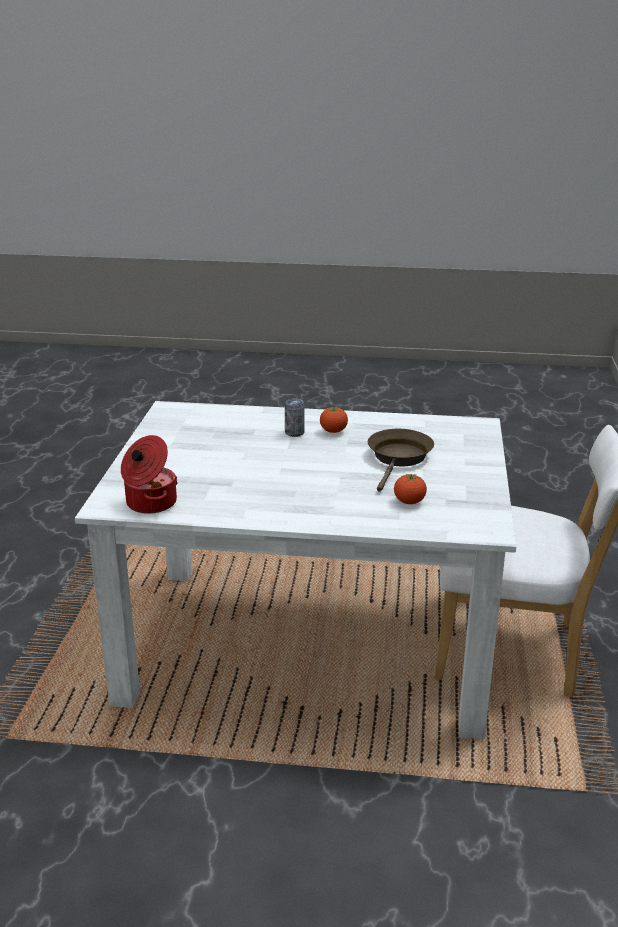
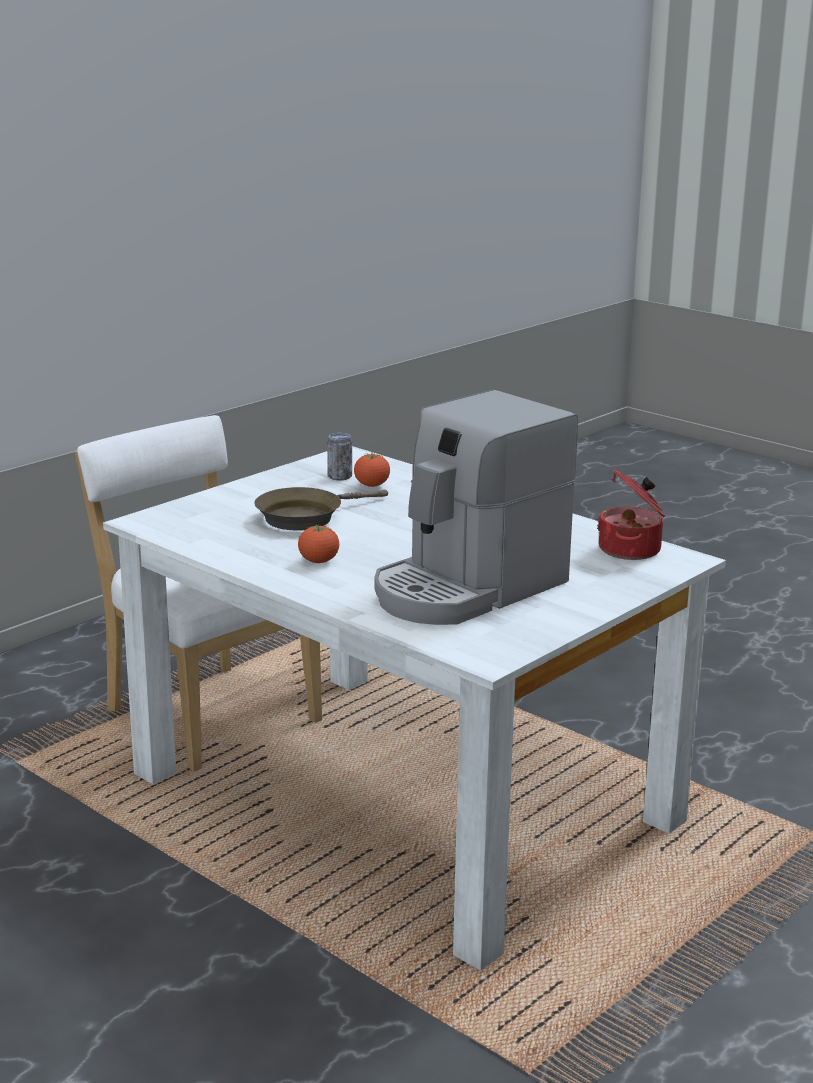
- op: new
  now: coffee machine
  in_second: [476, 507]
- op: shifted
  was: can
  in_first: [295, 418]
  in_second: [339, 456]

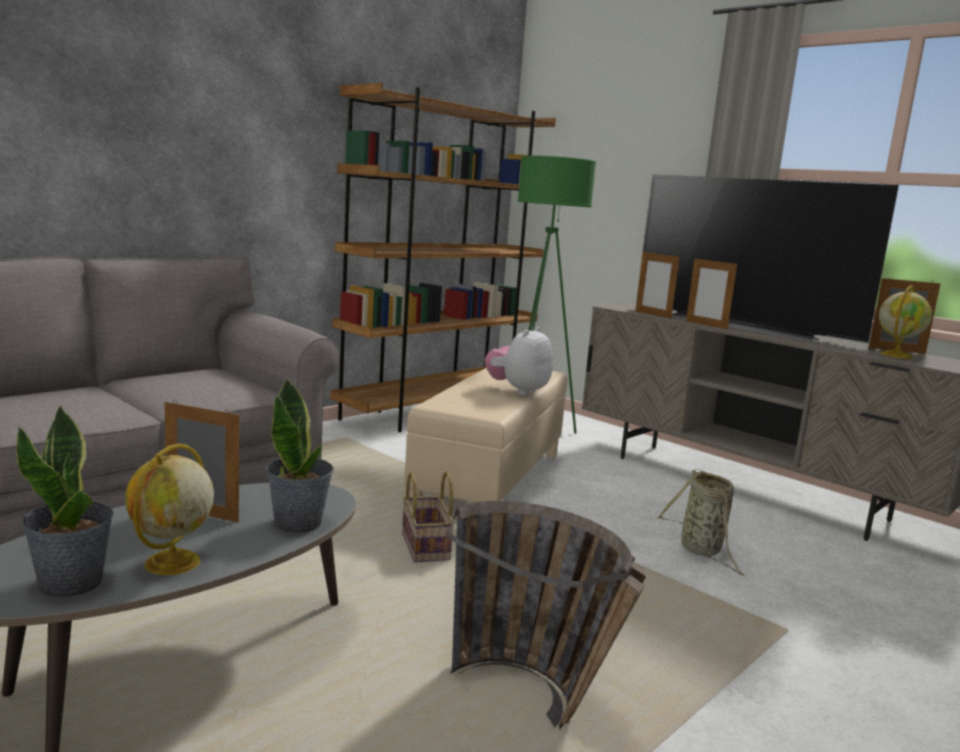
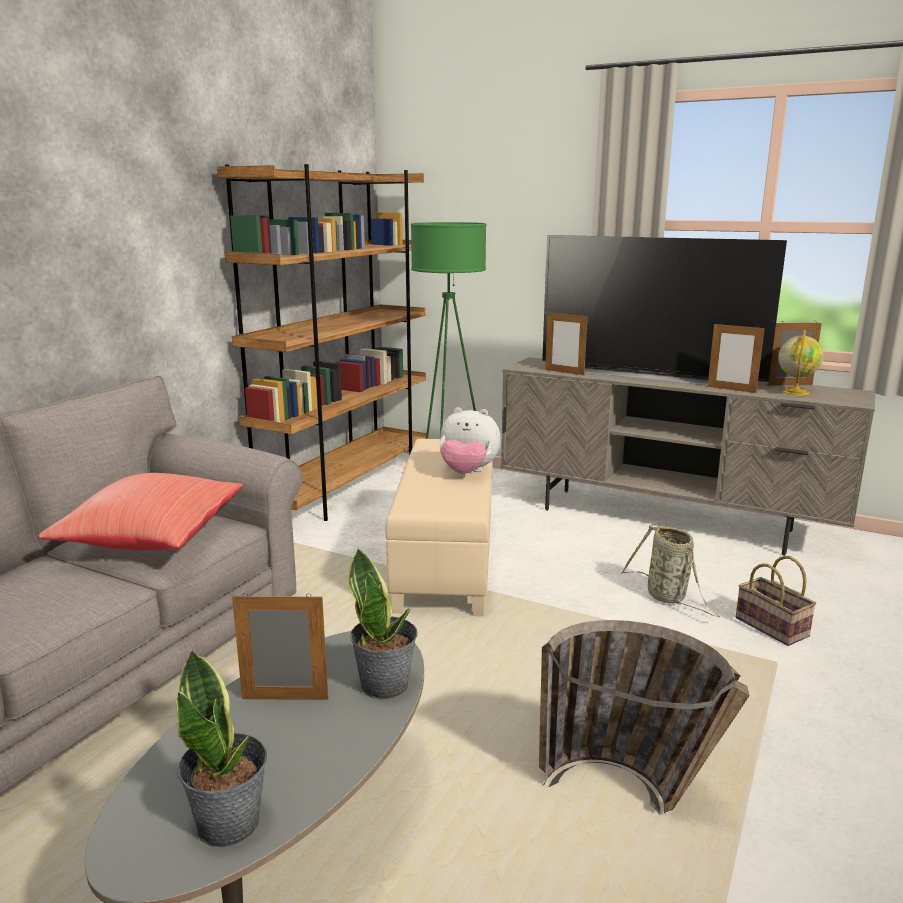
- op: gone
  was: globe
  in_first: [169, 509]
- op: new
  now: pillow in red
  in_second: [141, 511]
- op: shifted
  was: basket
  in_first: [428, 516]
  in_second: [776, 601]
- op: shifted
  was: picture frame
  in_first: [711, 293]
  in_second: [736, 357]
- op: rotated
  was: plush toy
  in_first: [519, 361]
  in_second: [470, 440]
  clockwise: -90

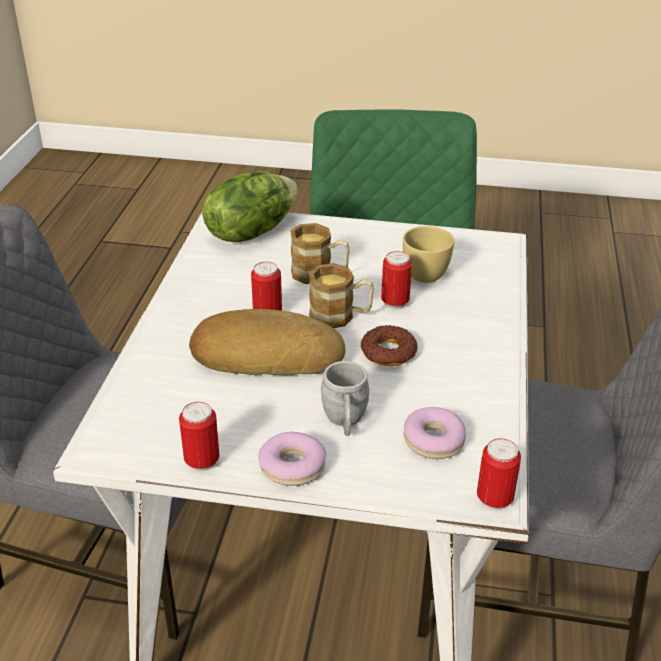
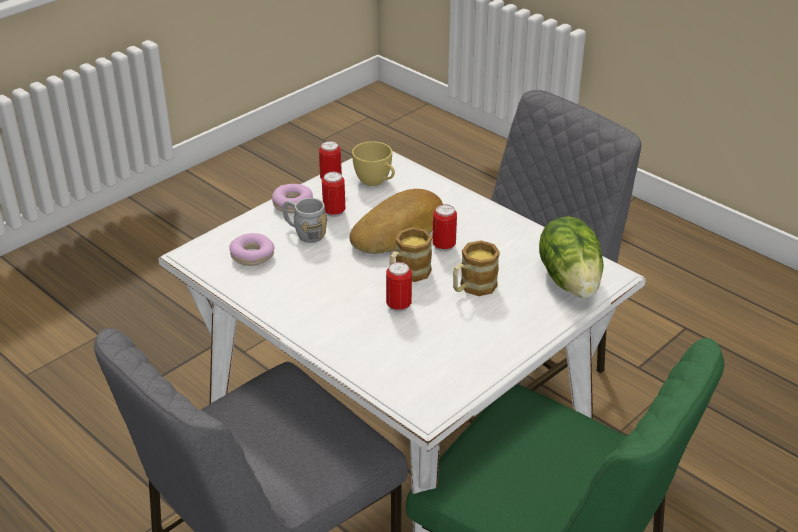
- op: gone
  was: donut
  in_first: [389, 345]
- op: shifted
  was: cup in yellow
  in_first: [428, 254]
  in_second: [373, 163]
- op: shifted
  was: can
  in_first: [499, 474]
  in_second: [333, 194]

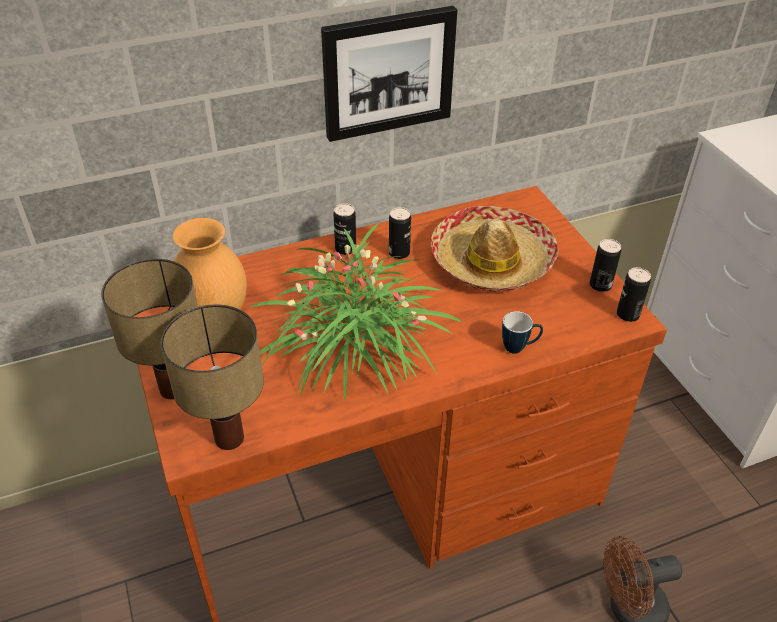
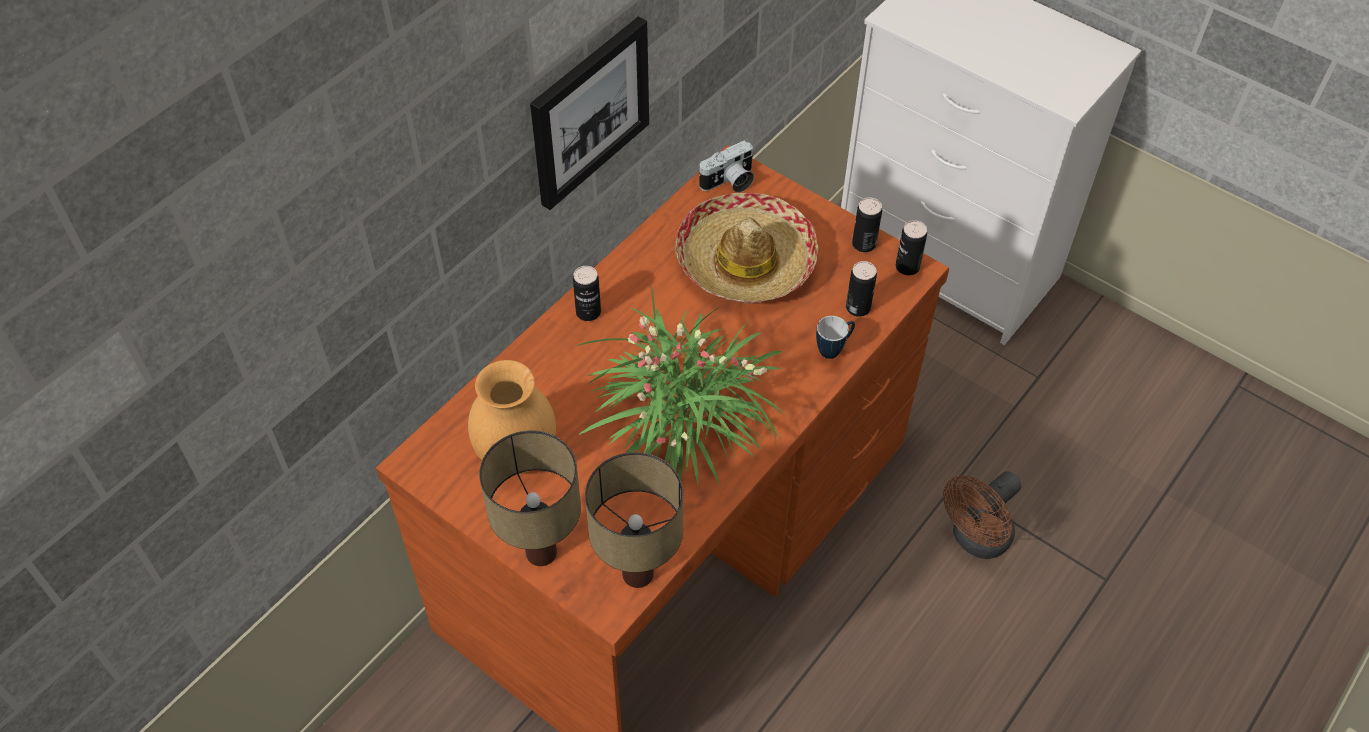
- op: new
  now: photo camera
  in_second: [726, 166]
- op: shifted
  was: can
  in_first: [400, 233]
  in_second: [861, 289]

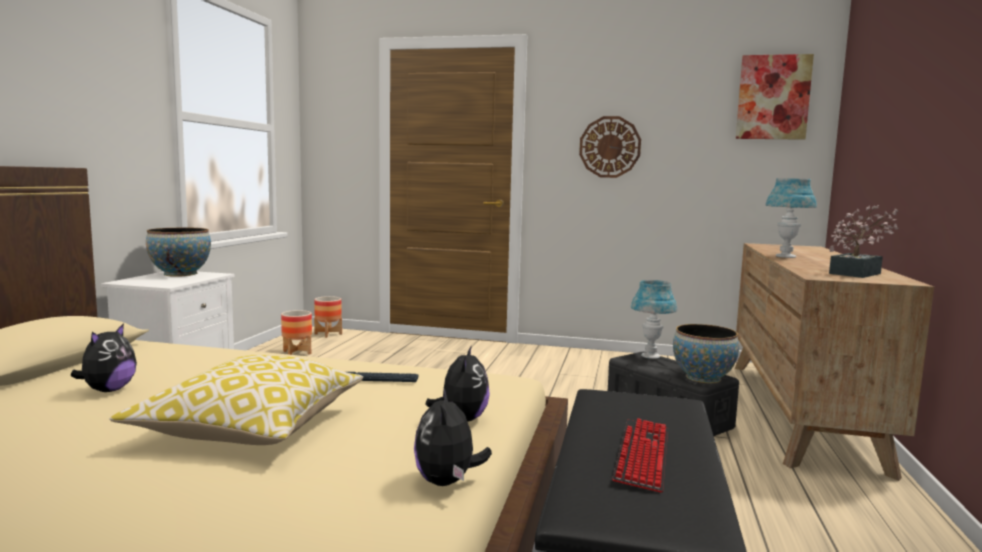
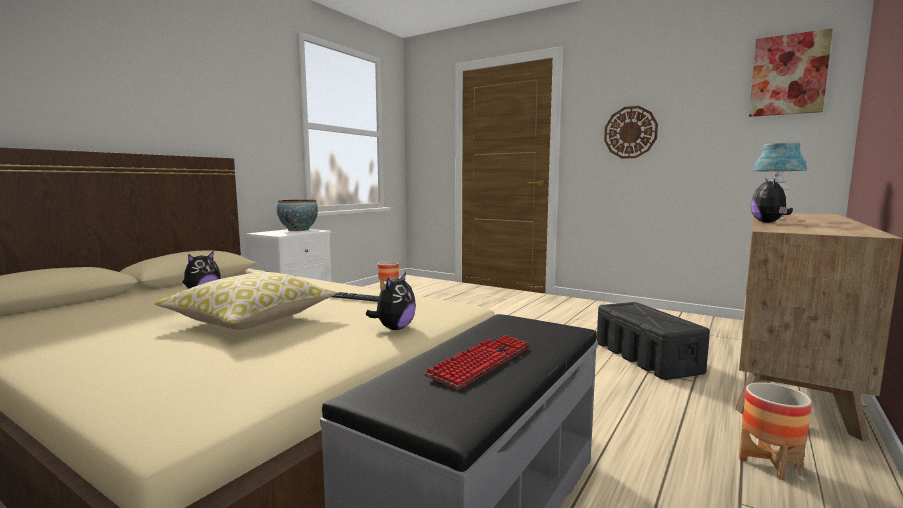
- op: gone
  was: table lamp in blue
  in_first: [654, 319]
- op: gone
  was: bowl
  in_first: [706, 353]
- op: gone
  was: potted plant
  in_first: [864, 241]
- op: shifted
  was: planter
  in_first: [328, 317]
  in_second: [775, 431]
- op: shifted
  was: plush toy
  in_first: [453, 437]
  in_second: [772, 201]

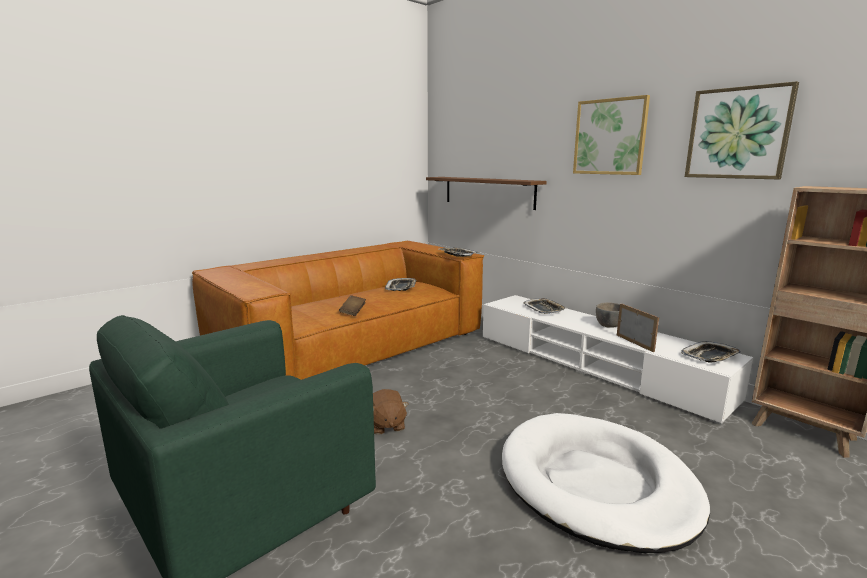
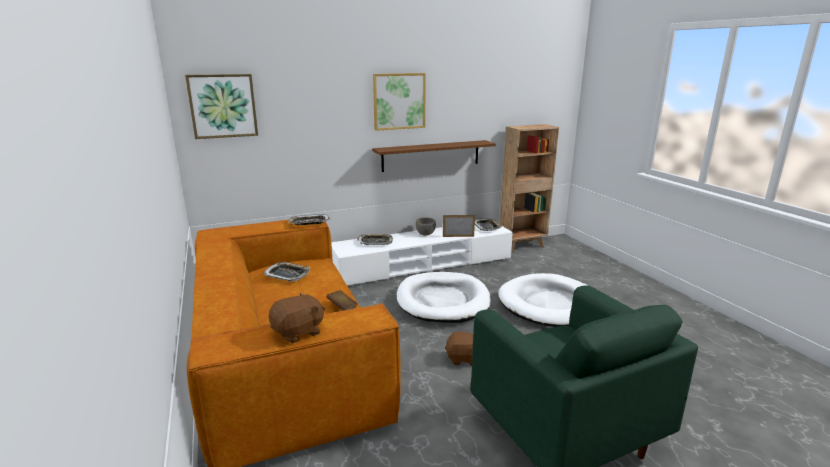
- op: new
  now: plush toy in brown
  in_second: [297, 317]
- op: new
  now: dog bed in white
  in_second: [444, 297]
- op: shifted
  was: shelf in brown
  in_first: [486, 193]
  in_second: [434, 156]
- op: shifted
  was: picture
  in_first: [742, 130]
  in_second: [221, 106]

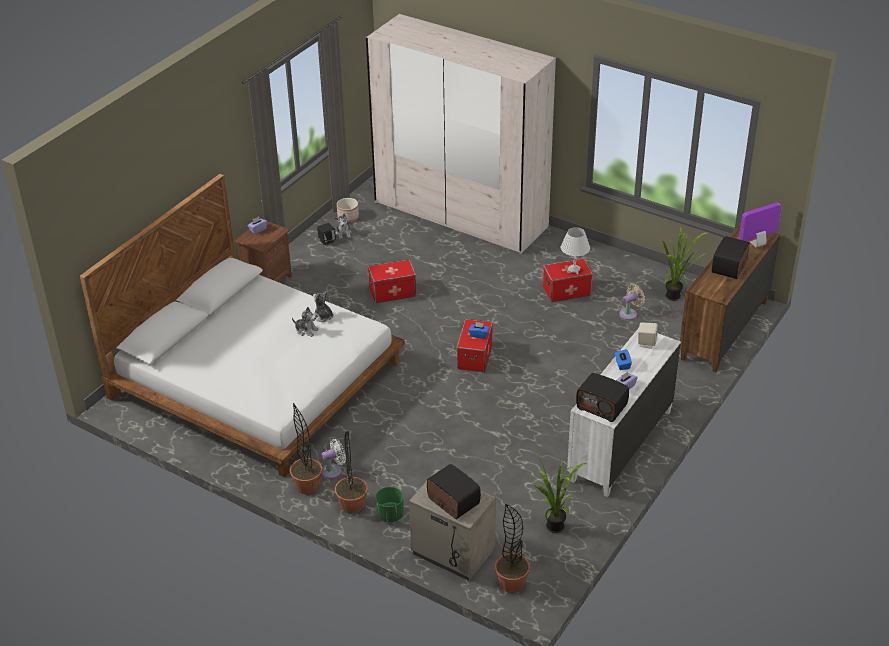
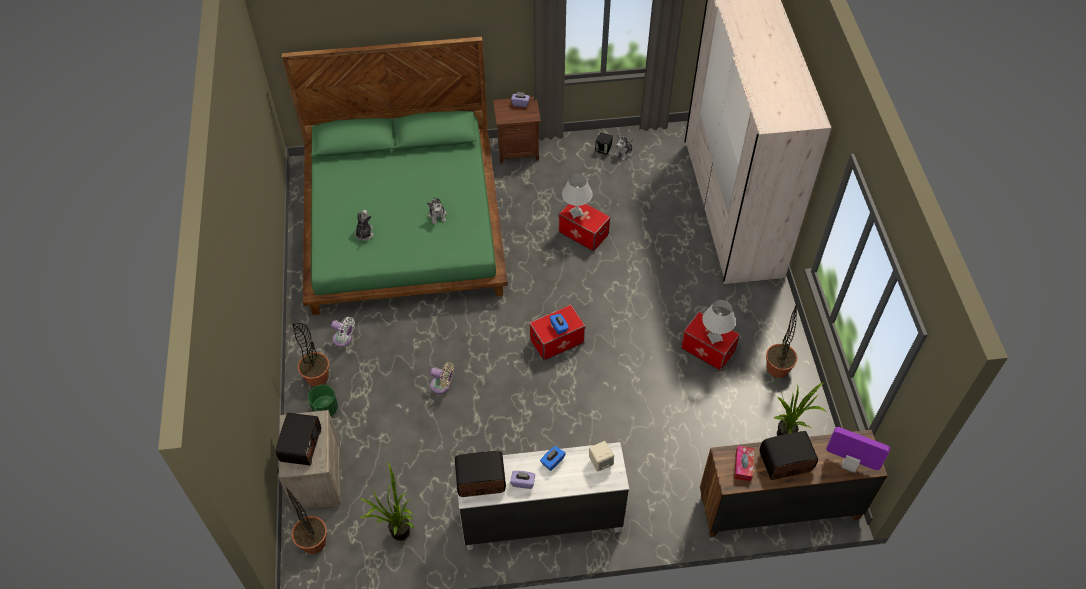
- op: gone
  was: planter
  in_first: [348, 210]
- op: new
  now: table lamp in white
  in_second: [577, 196]
- op: new
  now: tissue box
  in_second: [744, 463]
- op: shifted
  was: potted plant
  in_first: [306, 448]
  in_second: [781, 340]
- op: shifted
  was: plush toy
  in_first: [323, 306]
  in_second: [364, 225]
- op: shifted
  was: fan in beige
  in_first: [632, 302]
  in_second: [442, 378]
- op: repainted
  was: bed in white
  now: bed in green
  in_first: [242, 325]
  in_second: [395, 175]
- op: rotated
  was: radio
  in_first: [602, 397]
  in_second: [480, 474]
  clockwise: 90

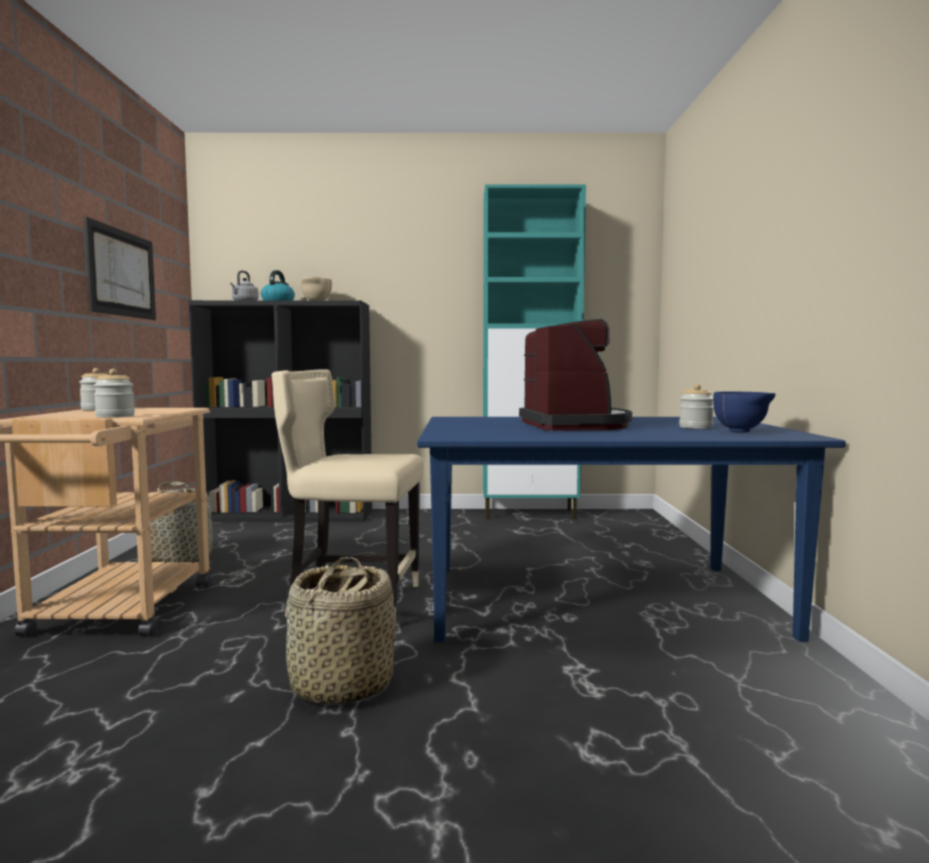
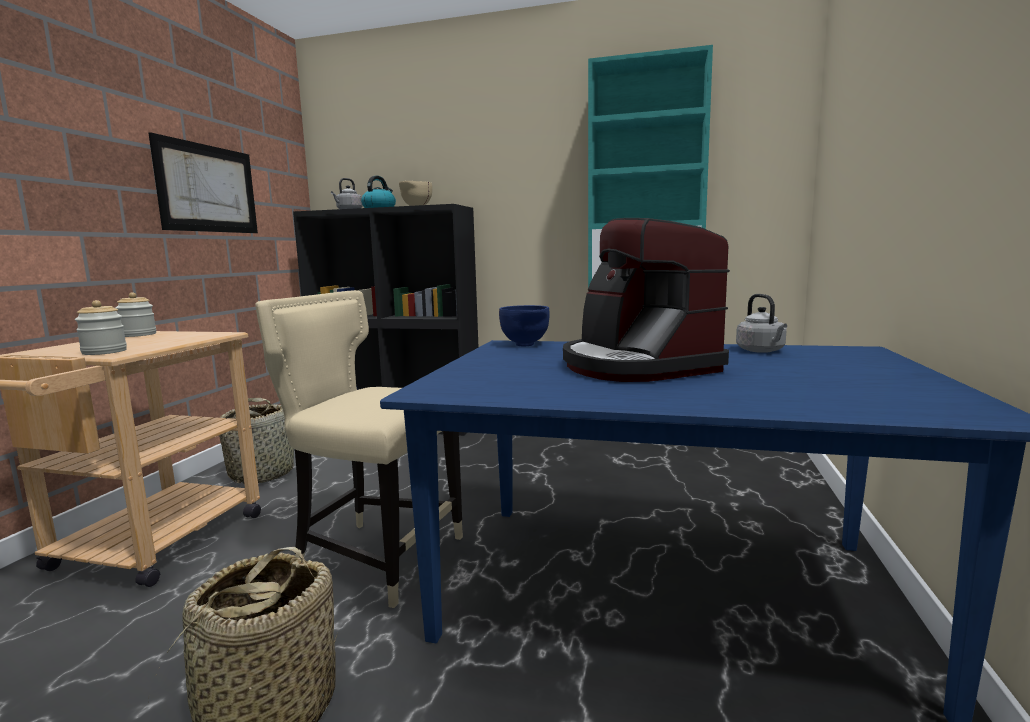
- op: gone
  was: jar
  in_first: [696, 406]
- op: new
  now: kettle in grey
  in_second: [761, 323]
- op: shifted
  was: bowl in blue
  in_first: [744, 412]
  in_second: [524, 325]
- op: rotated
  was: coffee machine
  in_first: [575, 375]
  in_second: [646, 300]
  clockwise: 150

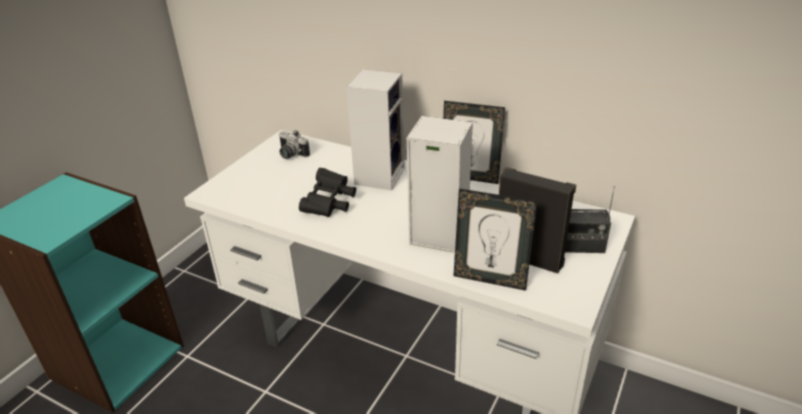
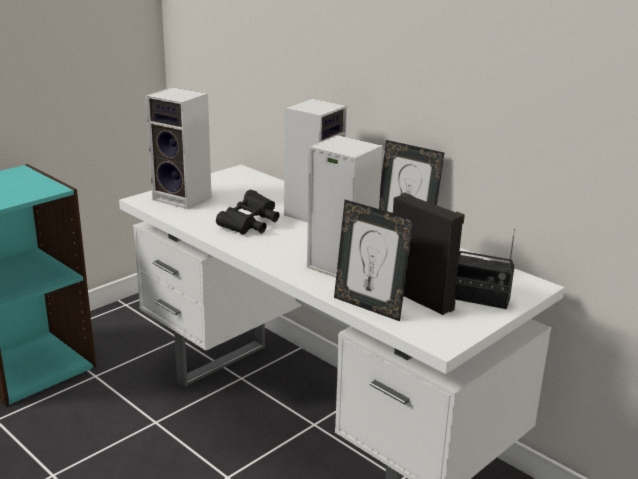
- op: gone
  was: photo camera
  in_first: [294, 144]
- op: new
  now: speaker
  in_second: [178, 148]

